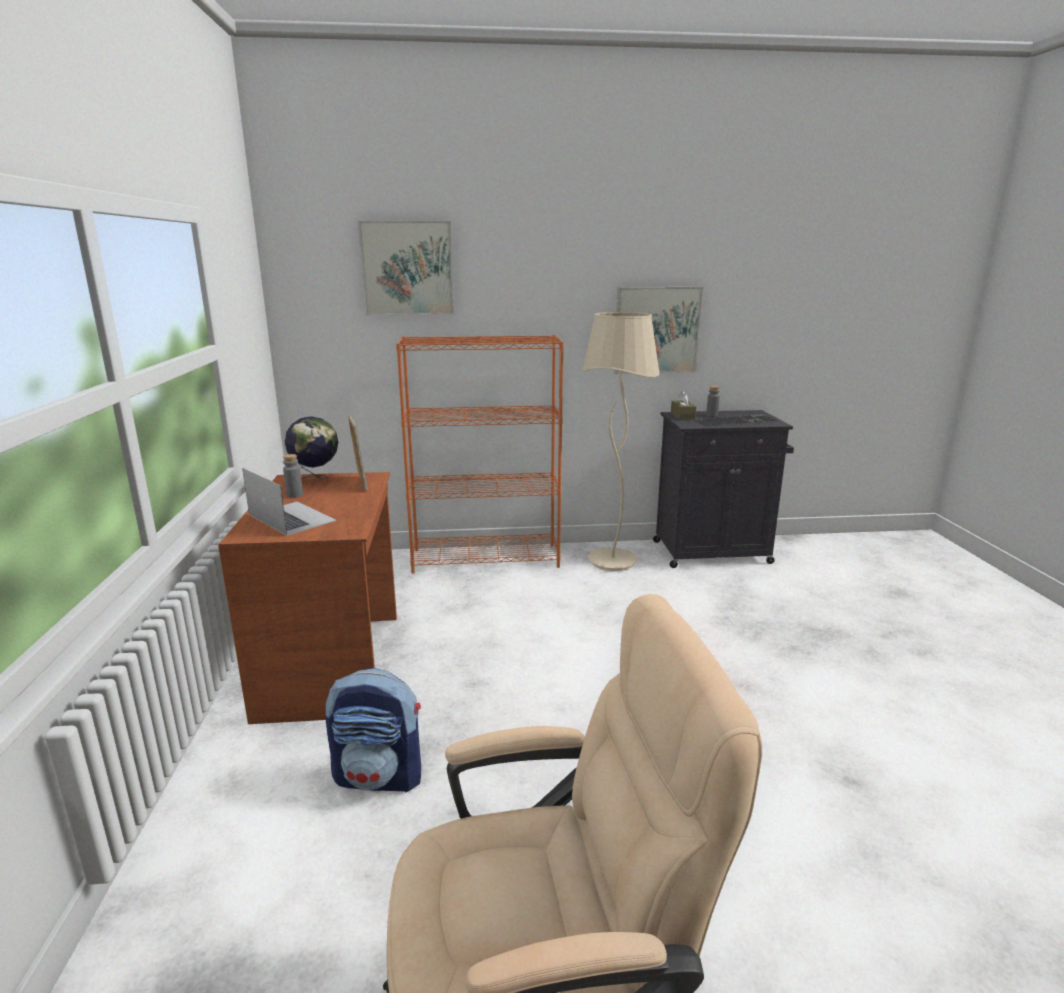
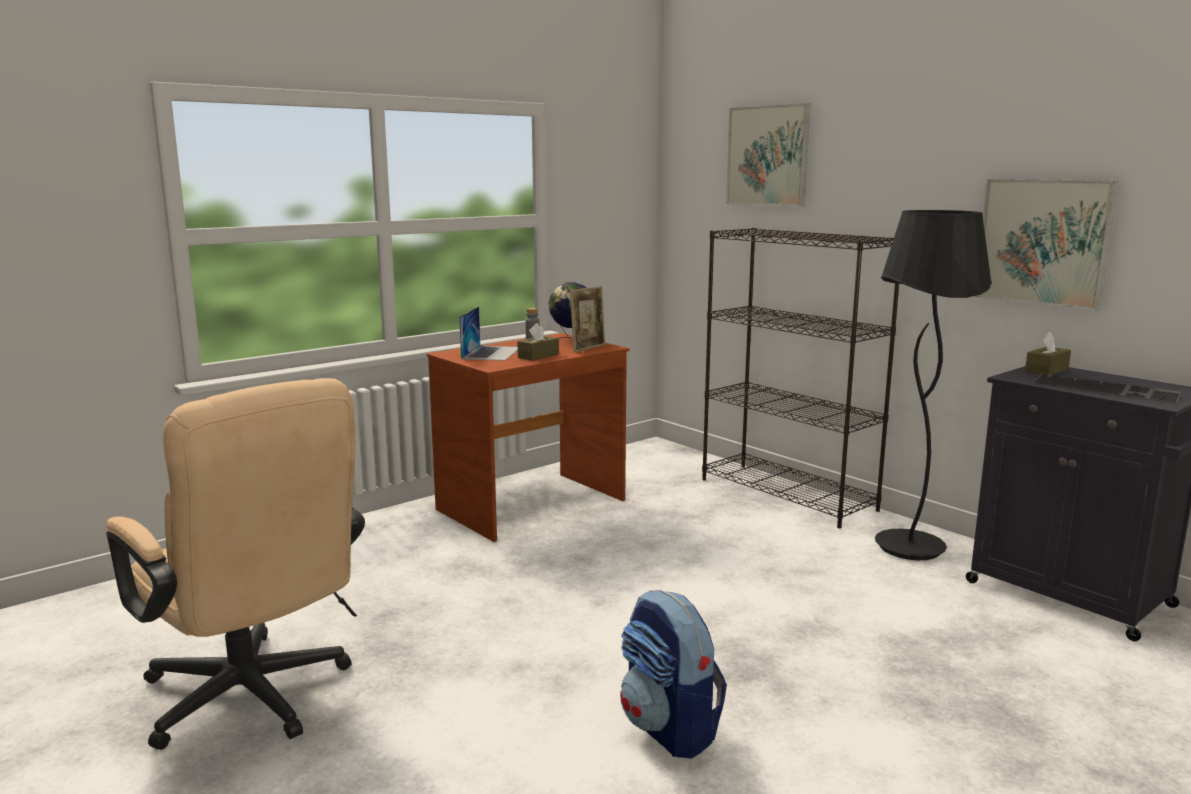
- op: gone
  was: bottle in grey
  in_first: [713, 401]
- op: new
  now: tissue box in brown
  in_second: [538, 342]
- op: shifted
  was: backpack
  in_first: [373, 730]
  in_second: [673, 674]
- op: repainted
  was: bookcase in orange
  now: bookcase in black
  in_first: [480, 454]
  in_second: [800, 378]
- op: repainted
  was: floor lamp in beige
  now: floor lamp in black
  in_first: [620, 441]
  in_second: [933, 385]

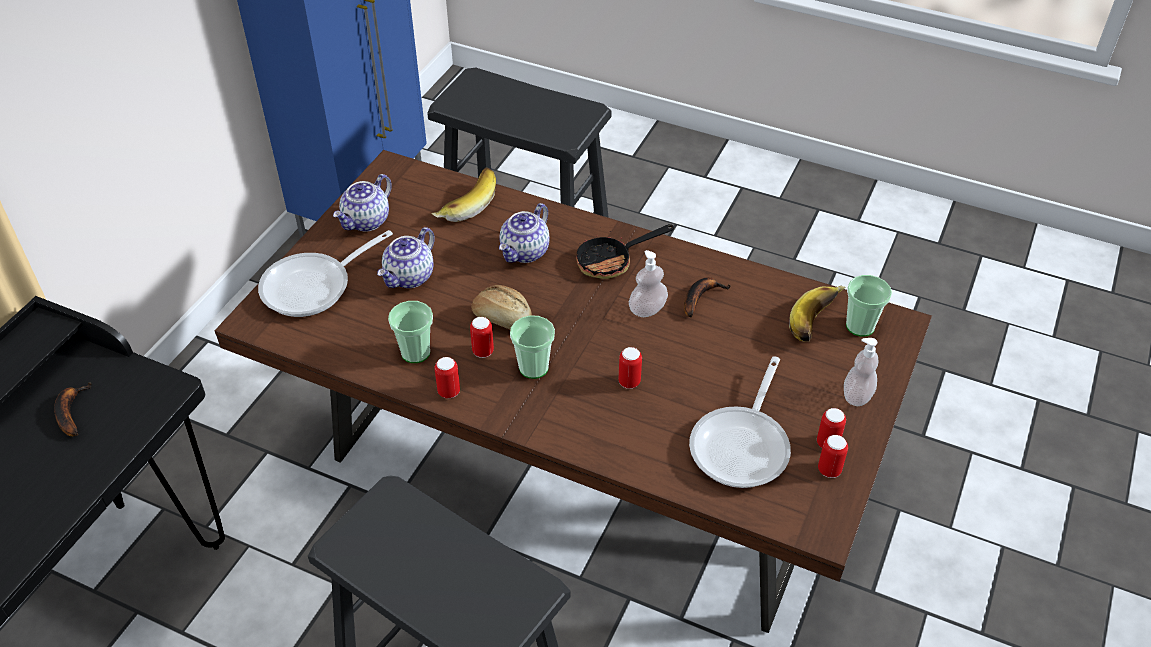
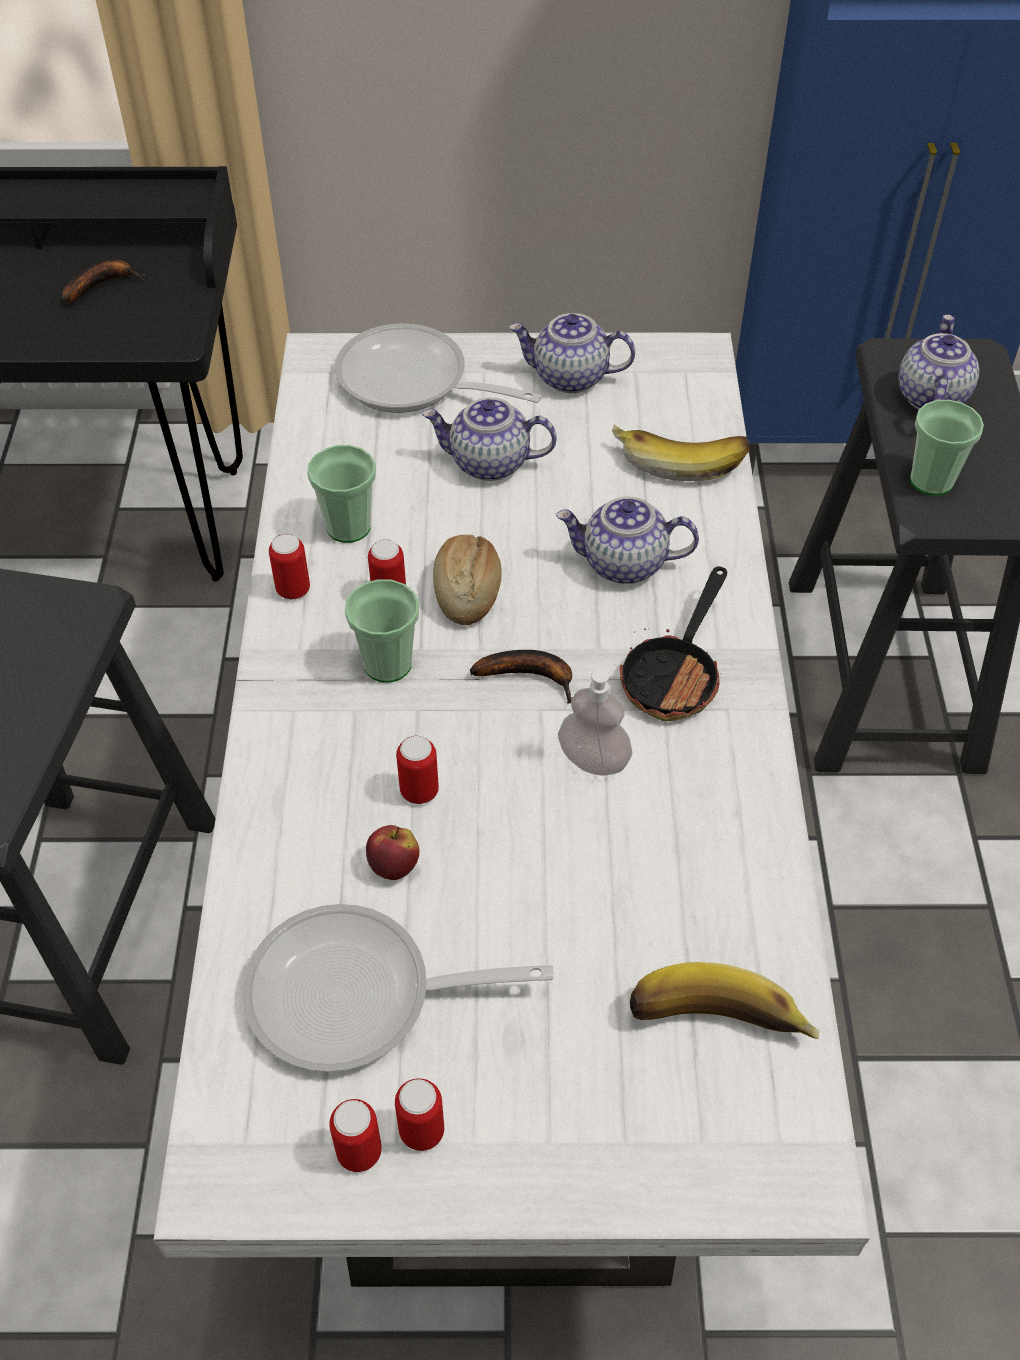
- op: gone
  was: soap dispenser
  in_first: [861, 372]
- op: new
  now: apple
  in_second: [393, 852]
- op: new
  now: teapot
  in_second: [938, 361]
- op: shifted
  was: banana
  in_first: [707, 297]
  in_second: [521, 677]
- op: shifted
  was: cup
  in_first: [869, 306]
  in_second: [947, 447]
- op: repainted
  was: dining table in brown
  now: dining table in white
  in_first: [573, 391]
  in_second: [512, 809]
- op: rotated
  was: frying pan
  in_first: [625, 251]
  in_second: [673, 643]
  clockwise: -105

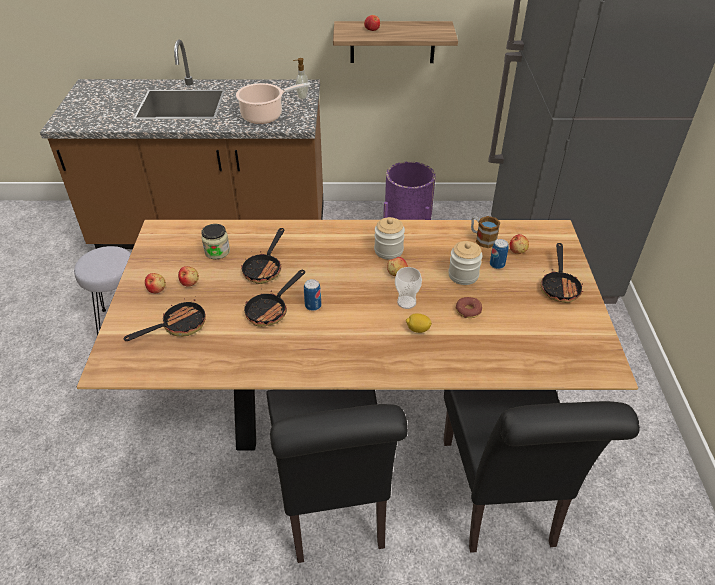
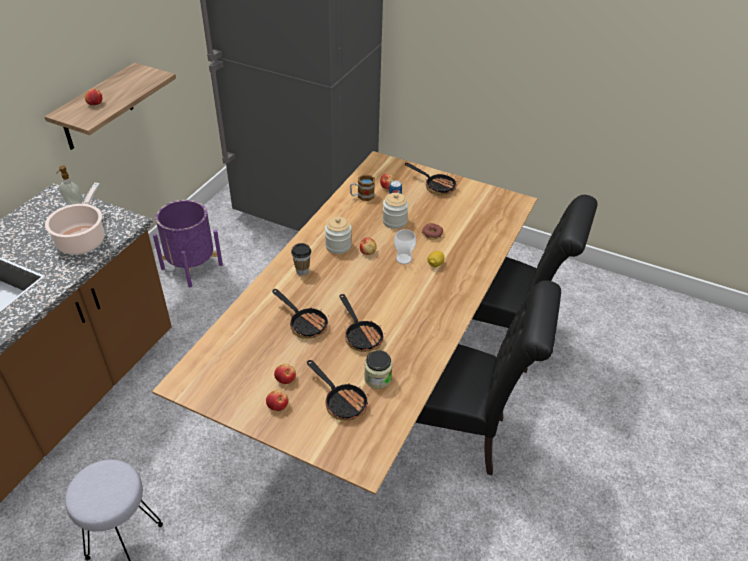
- op: gone
  was: can
  in_first: [312, 295]
- op: new
  now: cup
  in_second: [301, 259]
- op: shifted
  was: jar
  in_first: [215, 241]
  in_second: [378, 369]
- op: rotated
  was: frying pan
  in_first: [165, 319]
  in_second: [338, 390]
  clockwise: 150

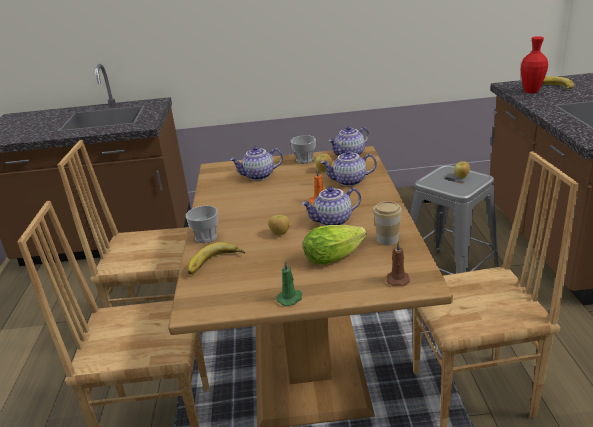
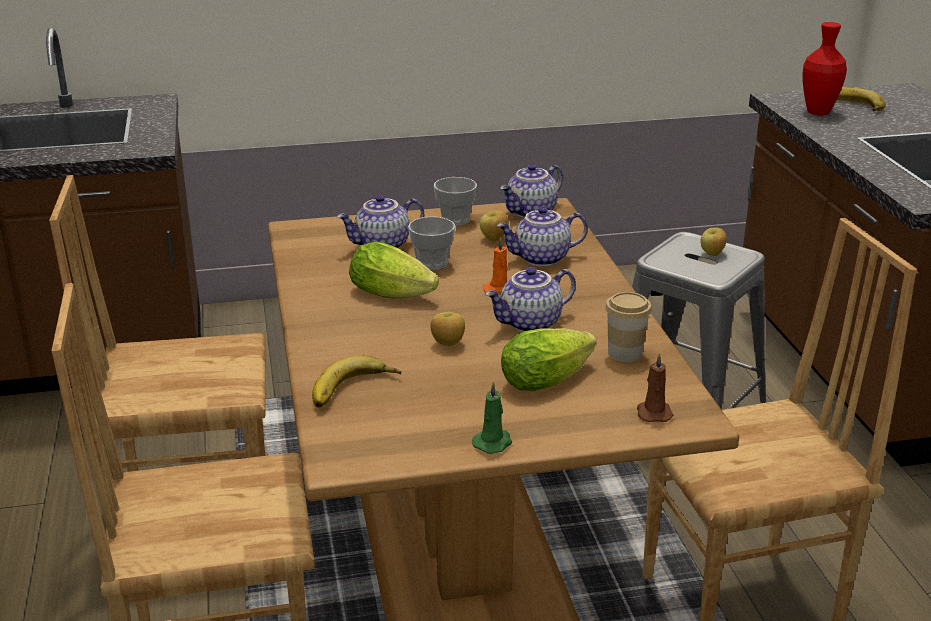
- op: new
  now: lettuce
  in_second: [394, 270]
- op: shifted
  was: cup
  in_first: [202, 224]
  in_second: [431, 243]

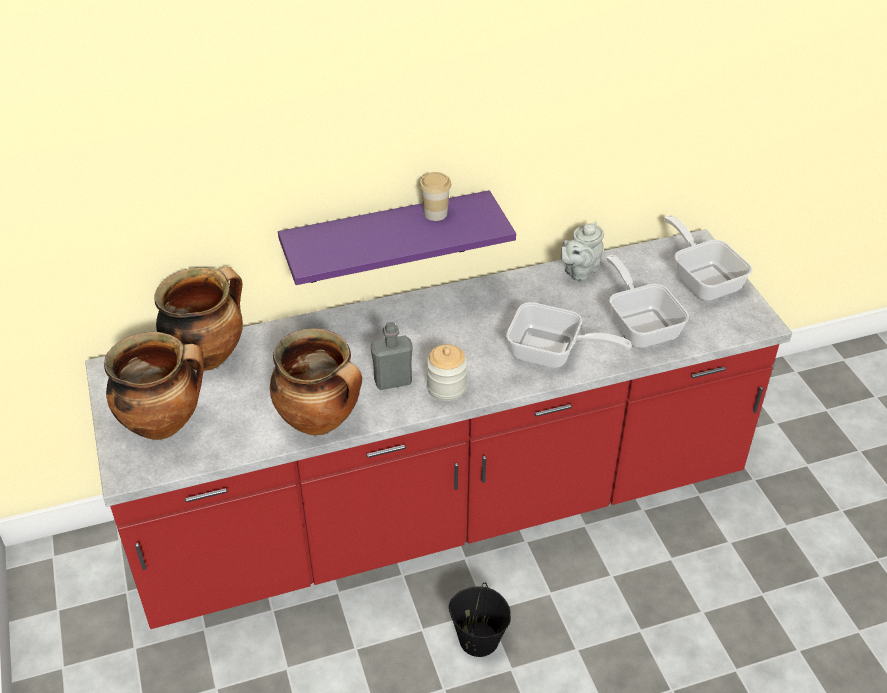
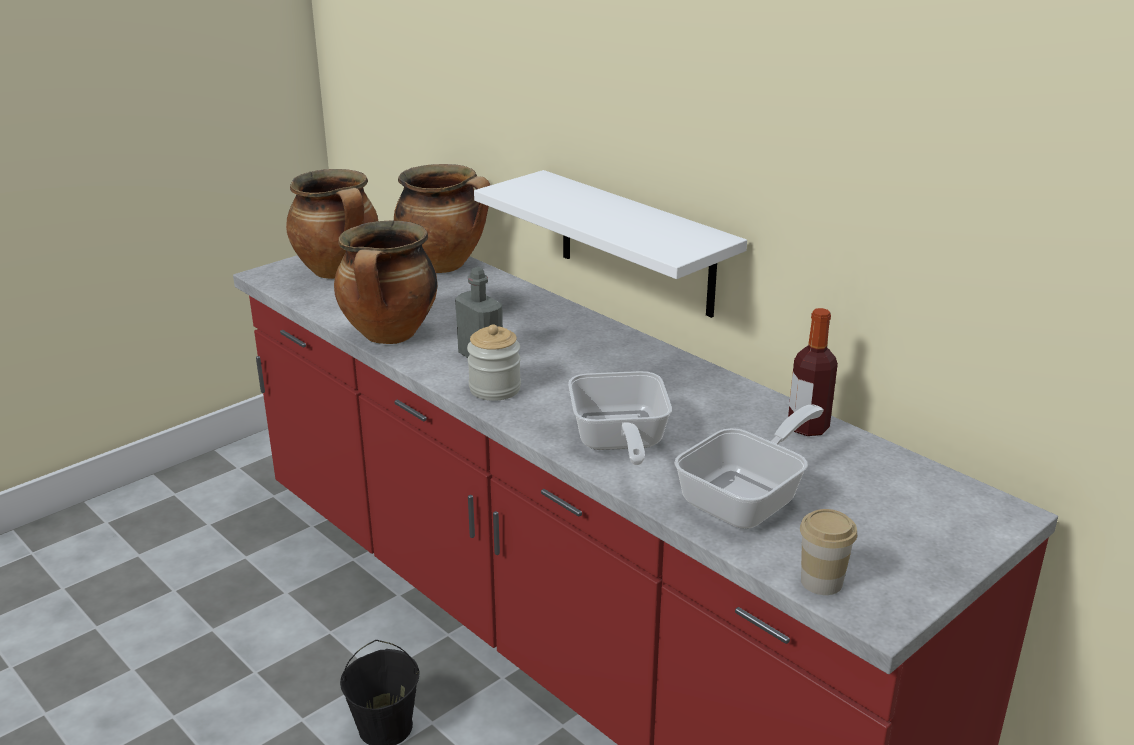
- op: gone
  was: frying pan
  in_first: [708, 258]
- op: shifted
  was: cup
  in_first: [436, 196]
  in_second: [828, 552]
- op: swapped
  was: teapot in grey
  now: bottle
  in_first: [582, 251]
  in_second: [813, 372]
- op: repainted
  was: shelf in purple
  now: shelf in white
  in_first: [397, 237]
  in_second: [610, 244]

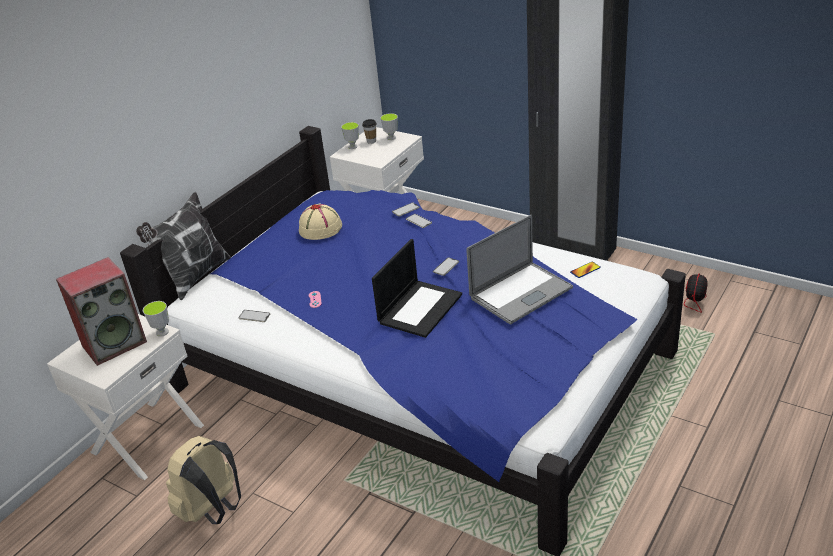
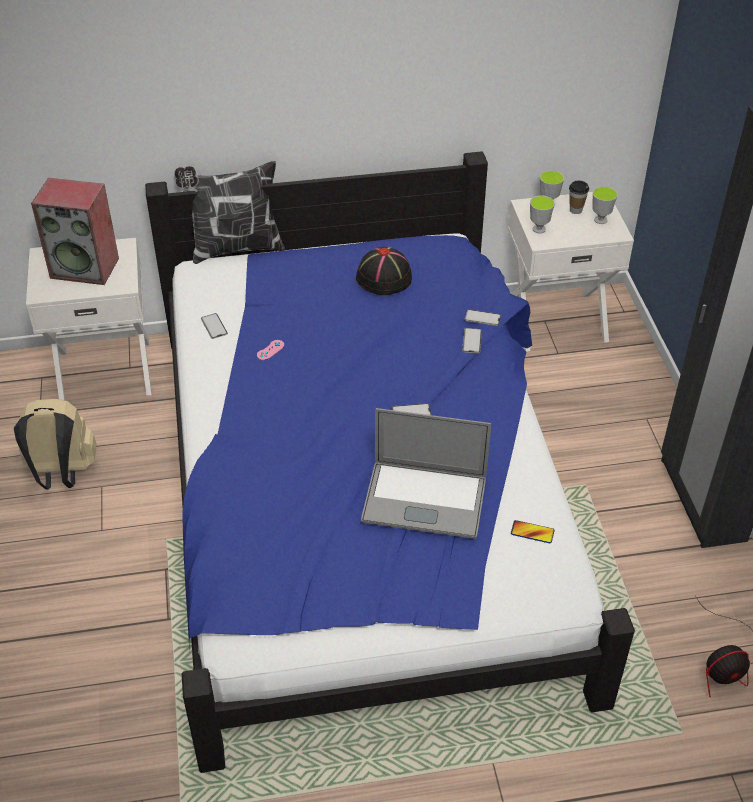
- op: gone
  was: laptop
  in_first: [417, 288]
- op: shifted
  was: cup
  in_first: [156, 319]
  in_second: [542, 214]
- op: repainted
  was: hat in beige
  now: hat in black
  in_first: [320, 221]
  in_second: [384, 270]

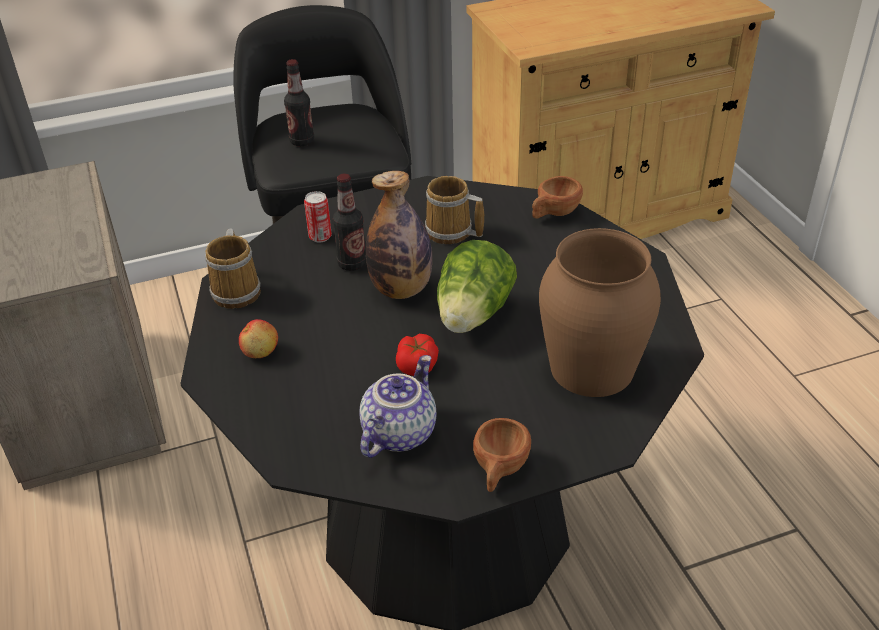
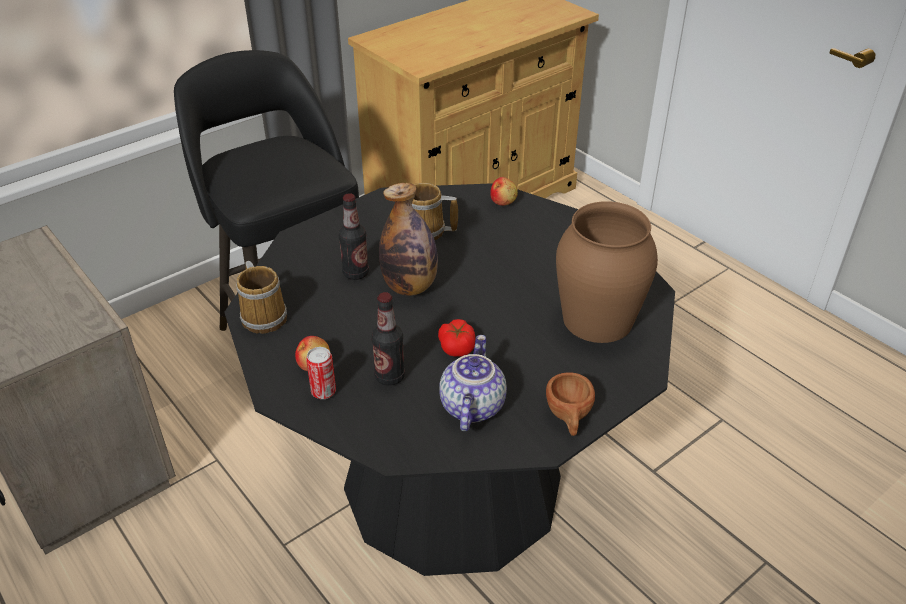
- op: gone
  was: lettuce
  in_first: [477, 286]
- op: shifted
  was: bottle
  in_first: [299, 102]
  in_second: [388, 339]
- op: shifted
  was: can
  in_first: [318, 216]
  in_second: [321, 373]
- op: swapped
  was: cup in brown
  now: apple
  in_first: [557, 197]
  in_second: [504, 191]

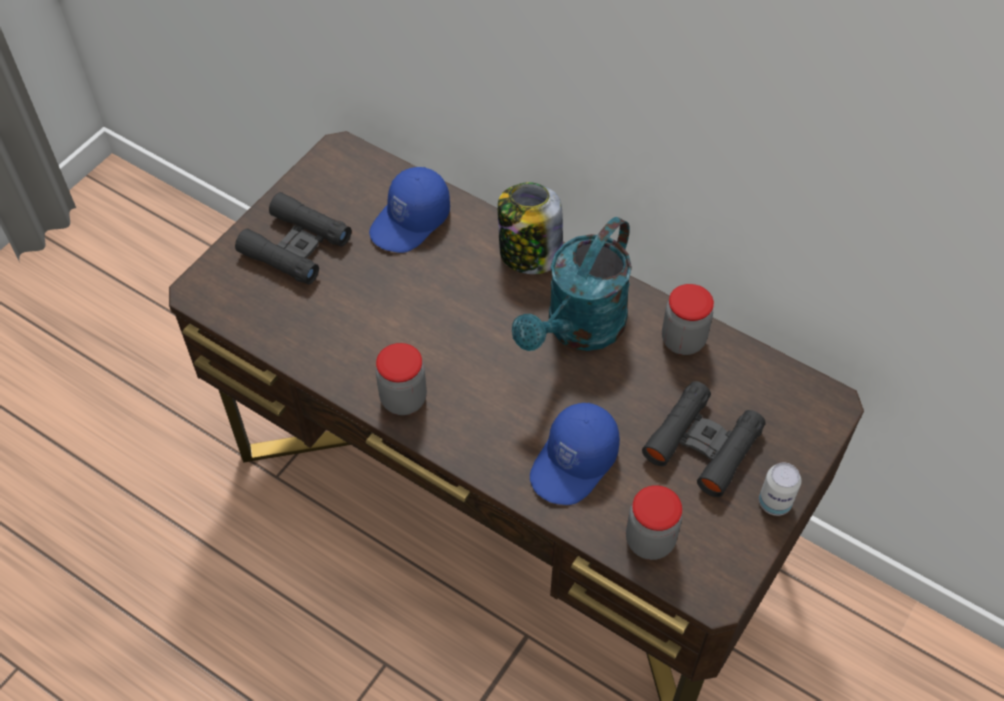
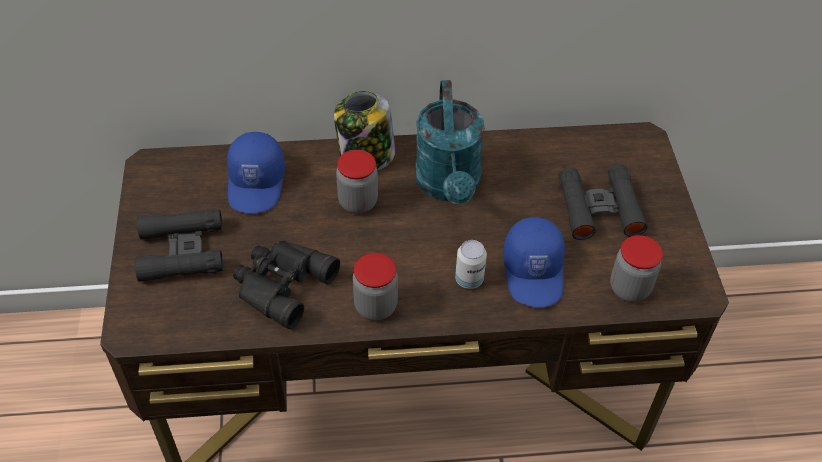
- op: new
  now: binoculars in black
  in_second: [286, 285]
- op: shifted
  was: jar
  in_first: [688, 319]
  in_second: [357, 182]
- op: shifted
  was: can
  in_first: [780, 489]
  in_second: [471, 264]

